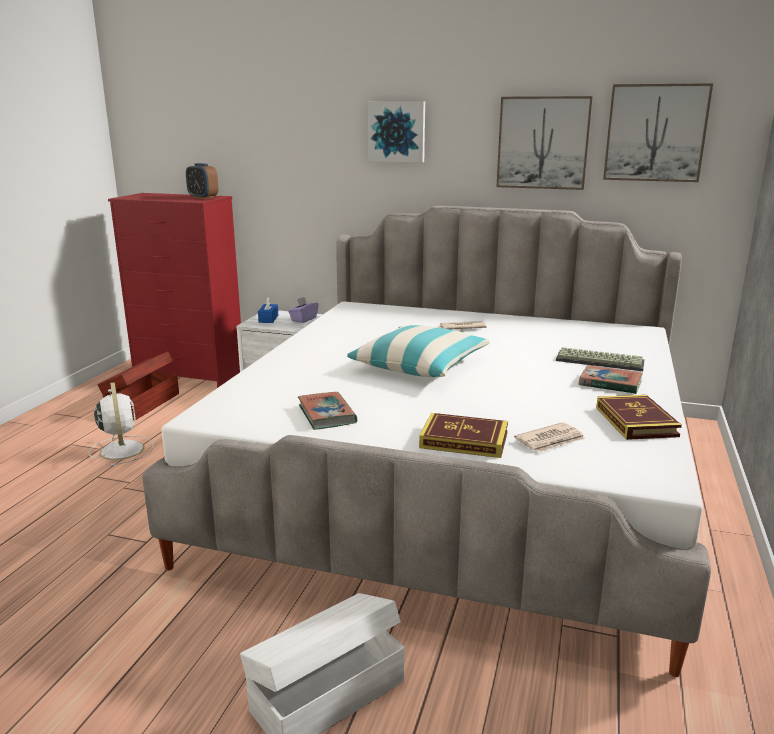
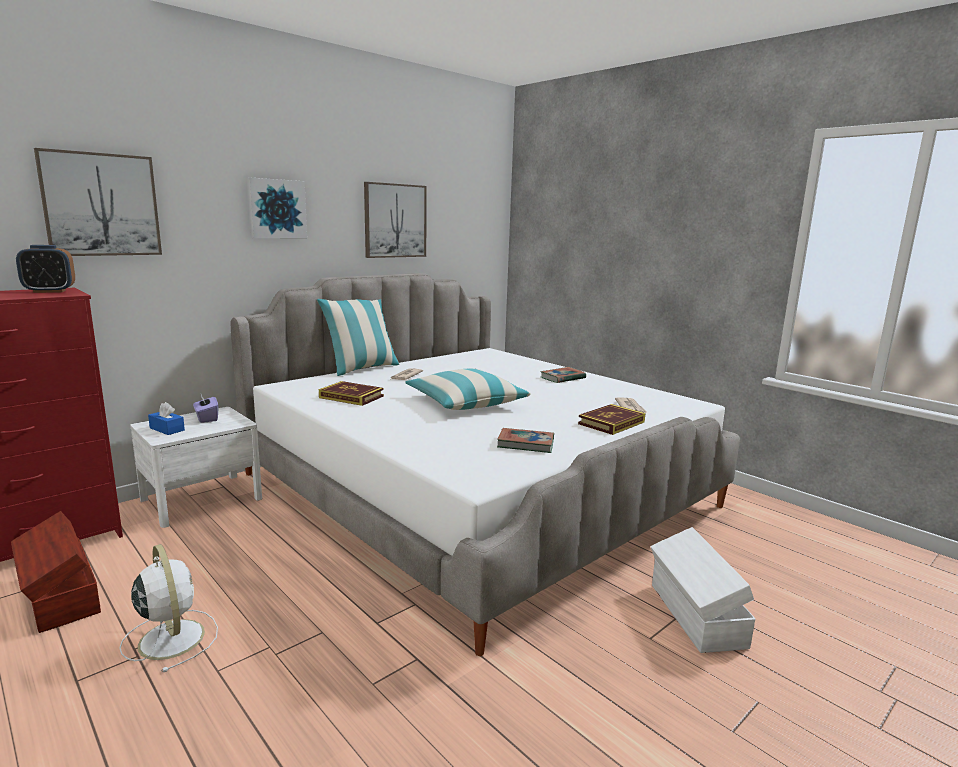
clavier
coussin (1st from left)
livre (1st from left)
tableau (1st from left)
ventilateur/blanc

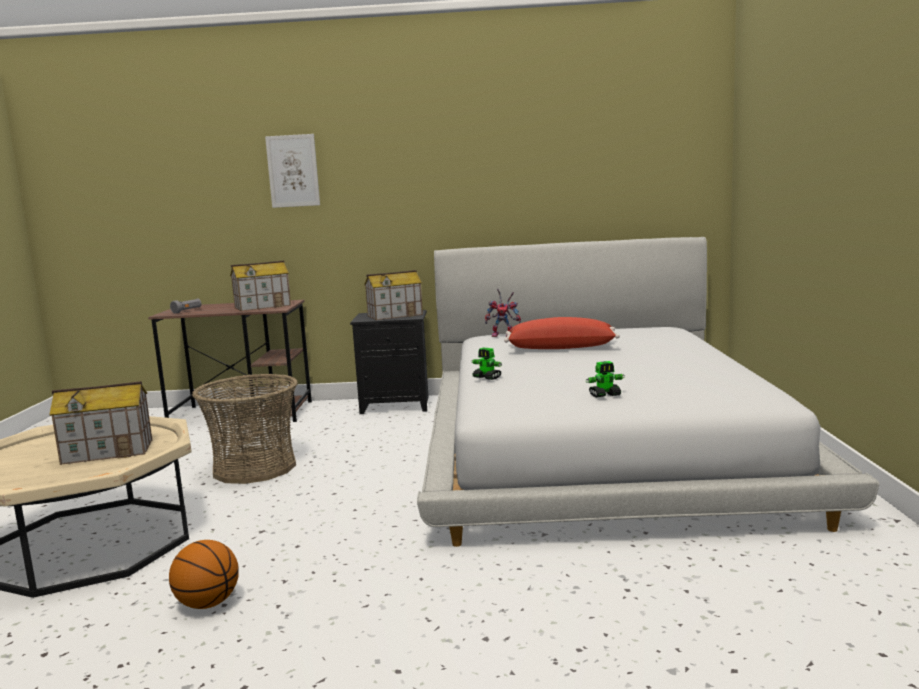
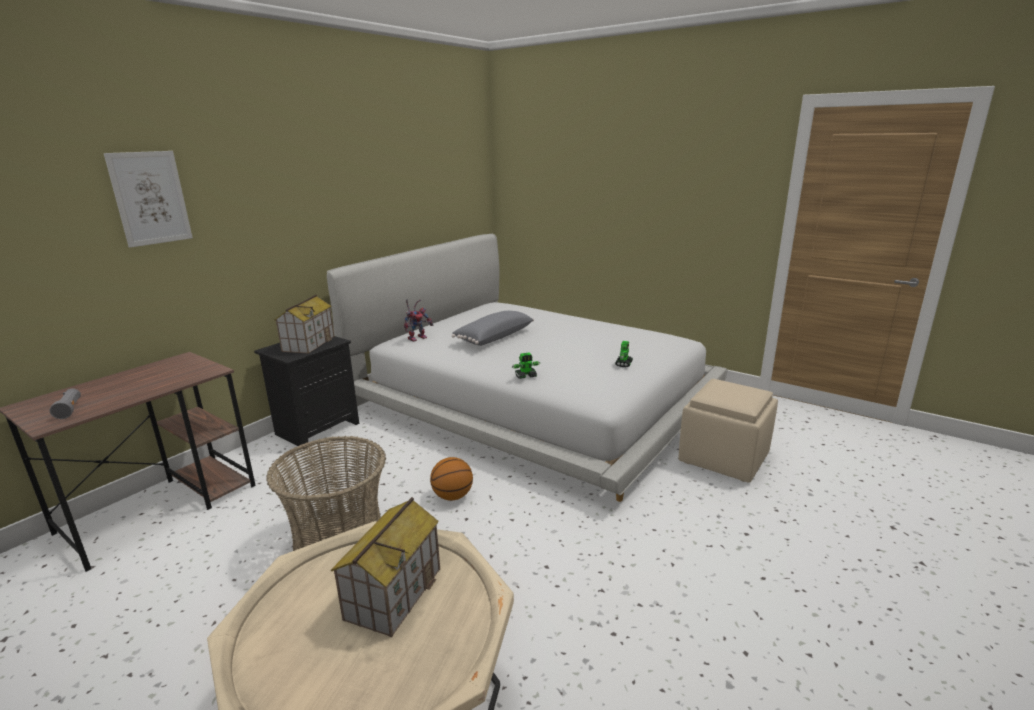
maison miniature (2nd from left in the first image)
pouf/beige
ballon de basket
coussin/gris

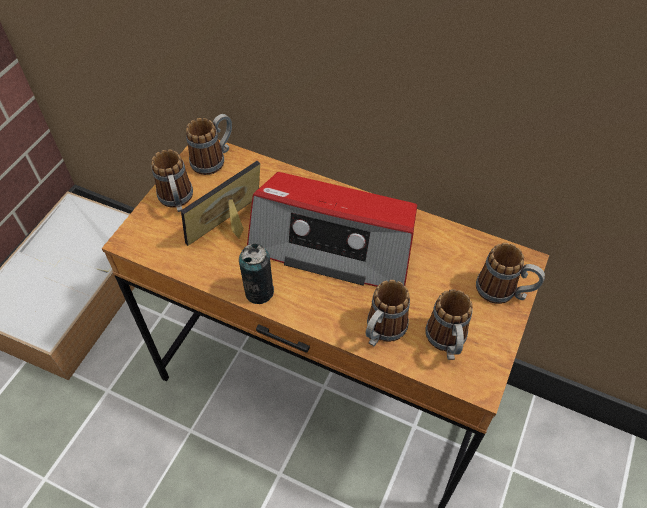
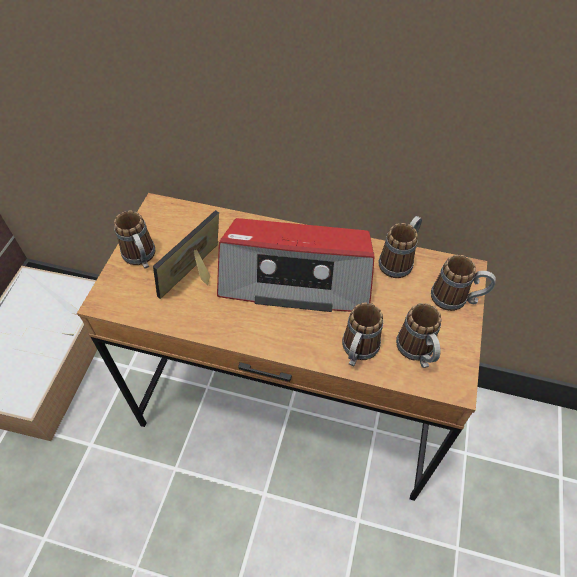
boîte métallique
mug (3rd from left)

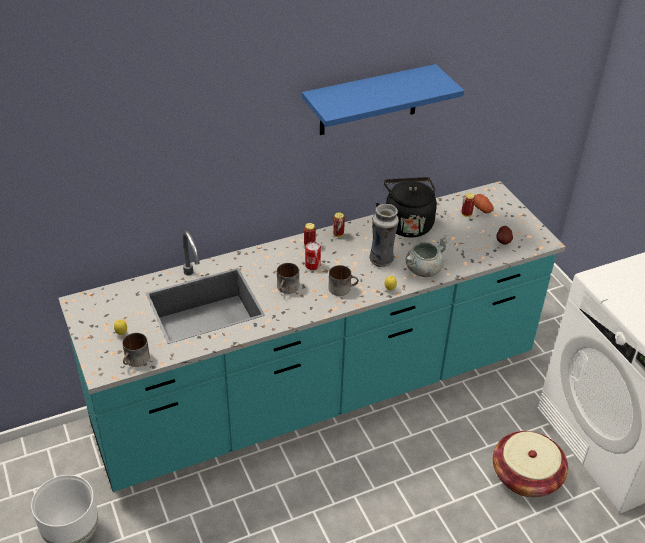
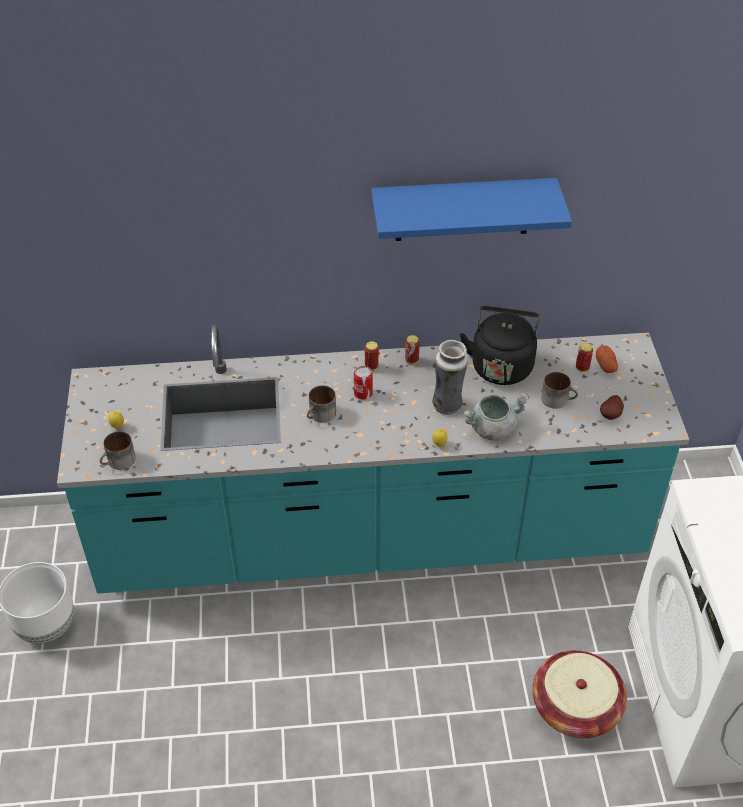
mug (3rd from left)

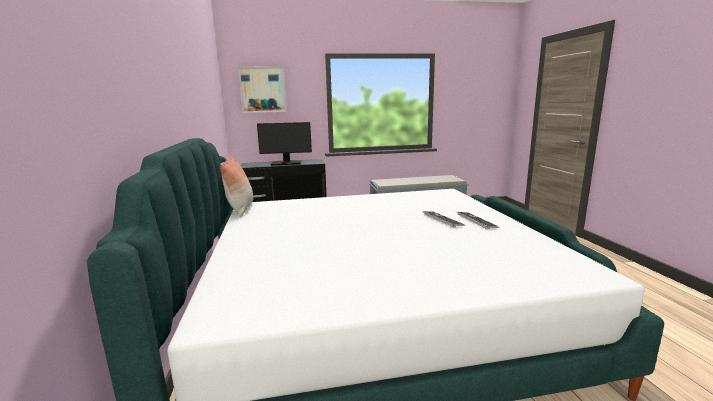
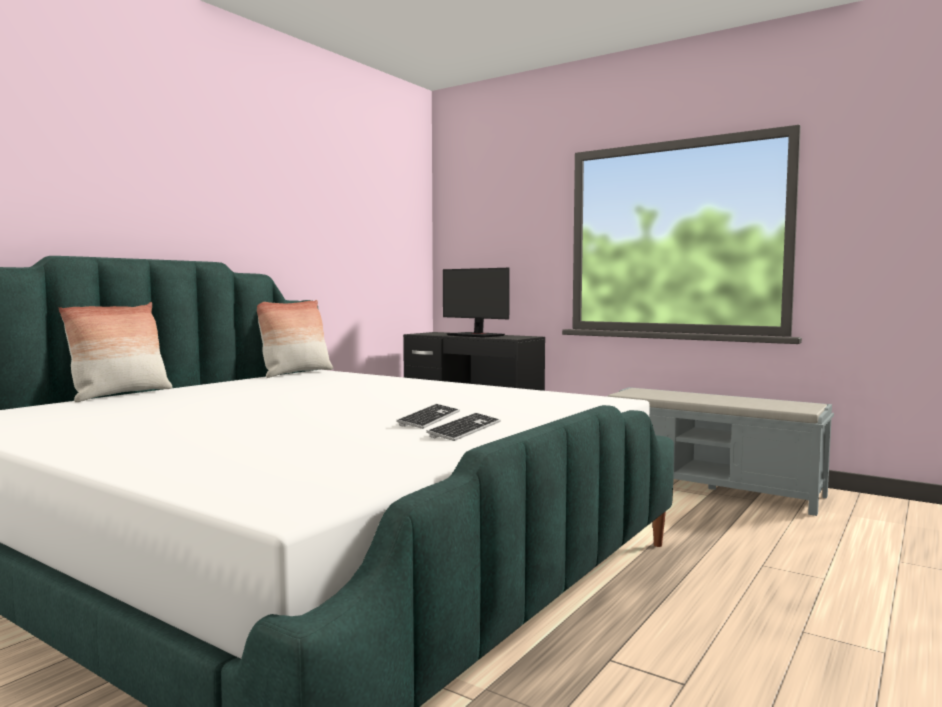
tableau
coussin (1st from left)

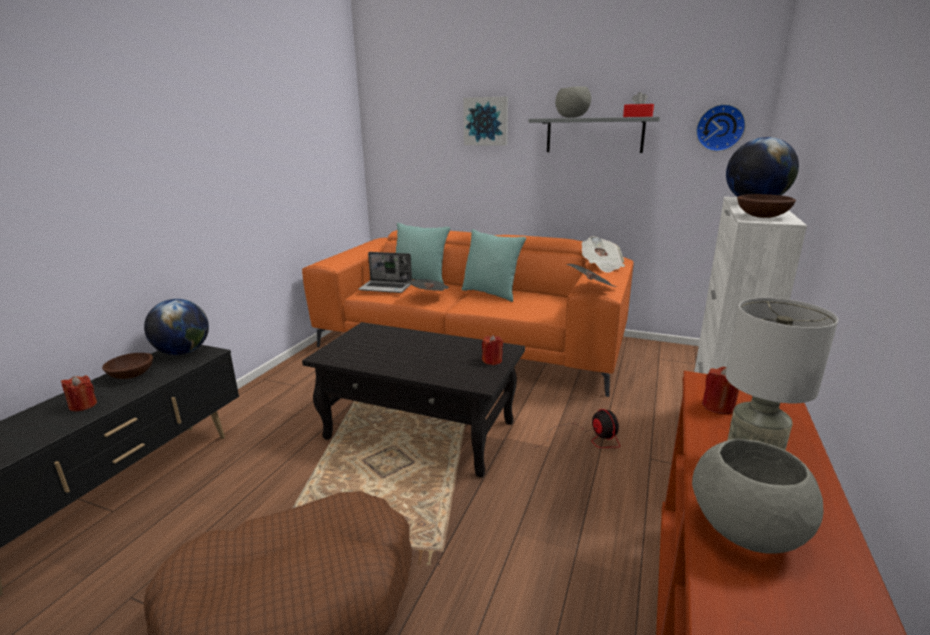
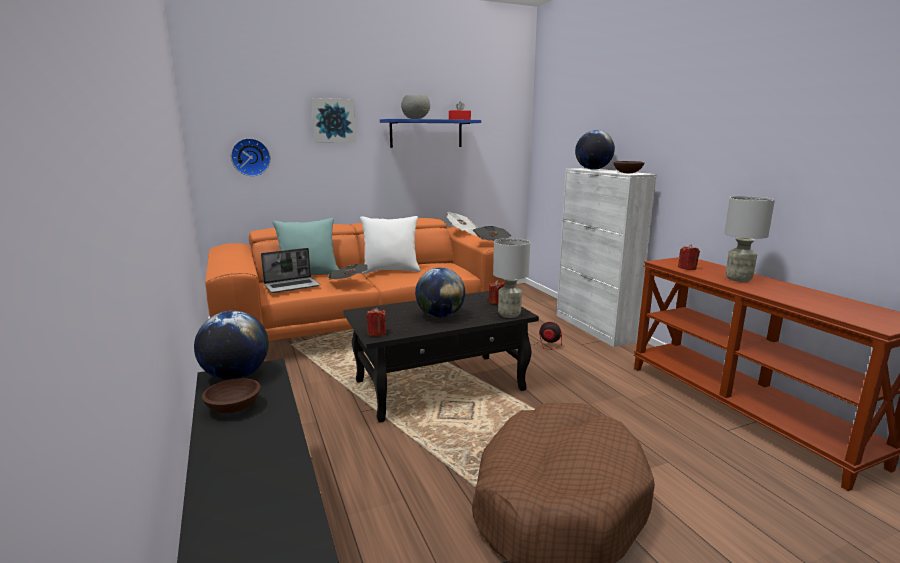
bol/gris (2nd from left in the first image)
globe (2nd from left)
lampe de table/gris (1st from left)
bougie/rouge (1st from left)
horloge murale
coussin/blanc
étagère/bleu

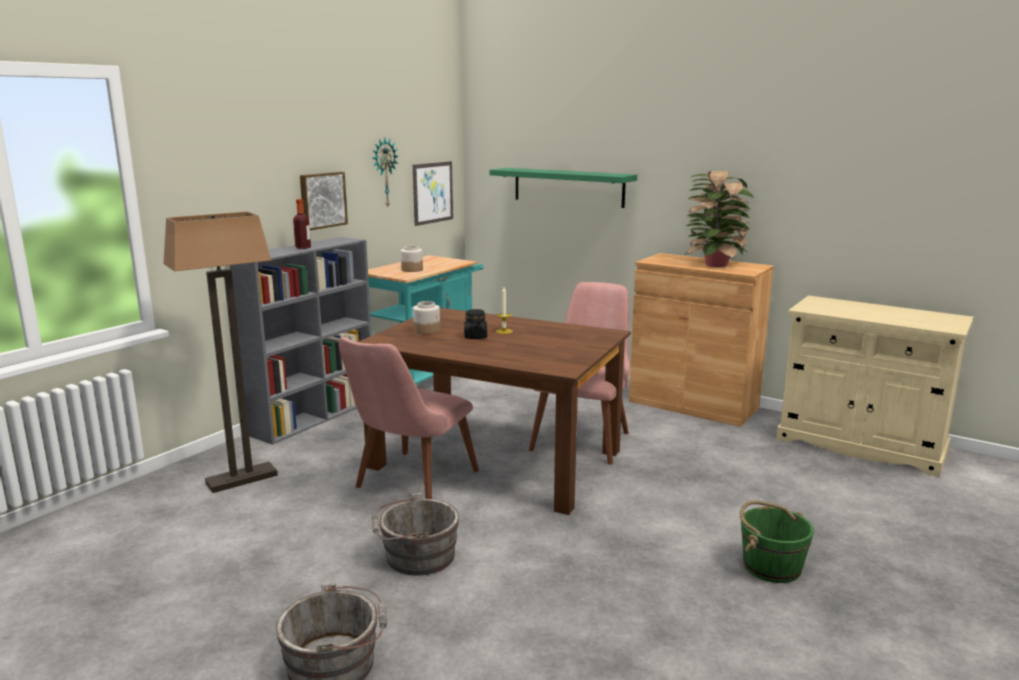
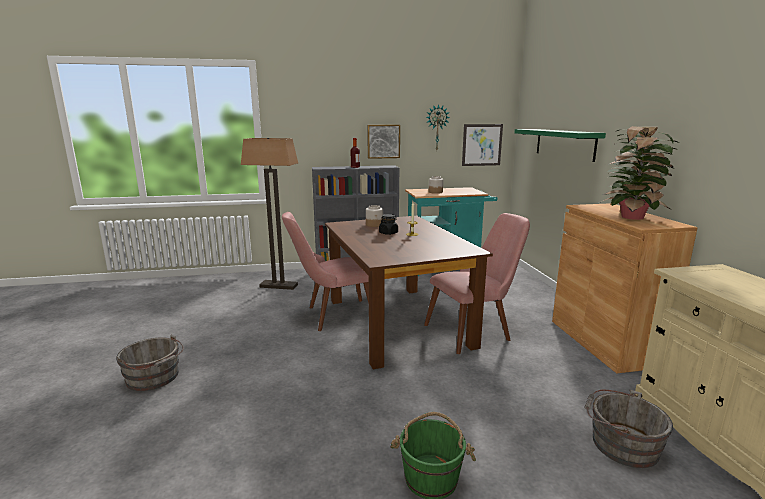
seau/gris (2nd from left)

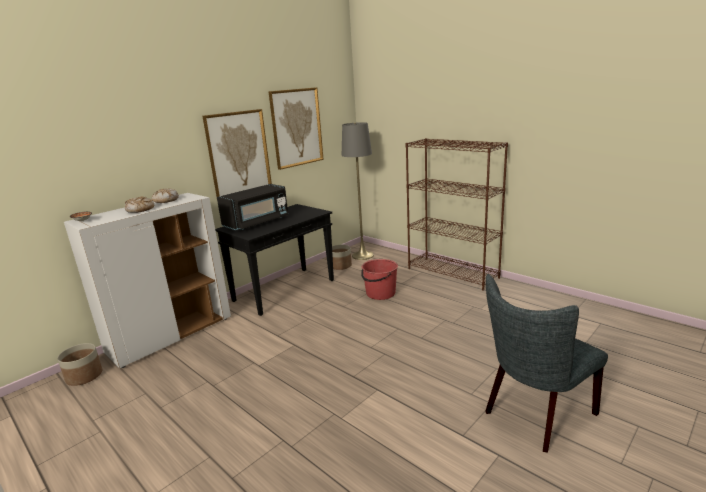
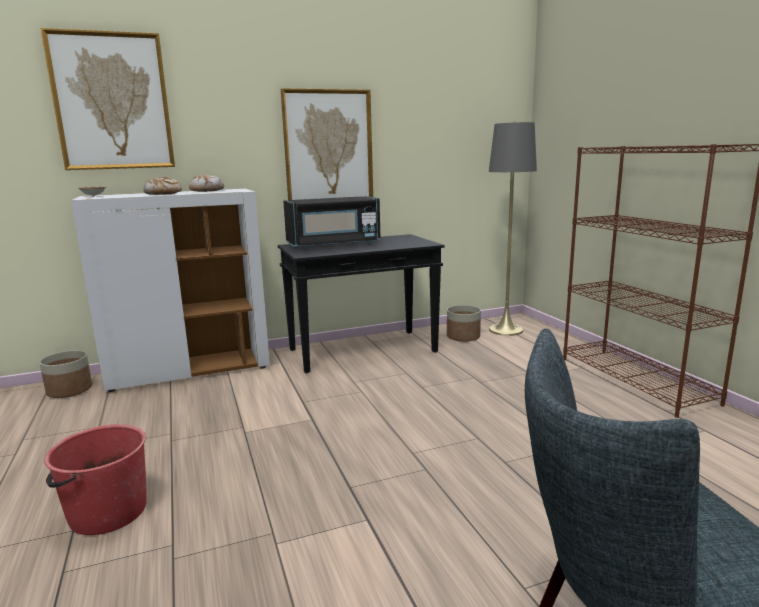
tableau (1st from left)
seau/rouge

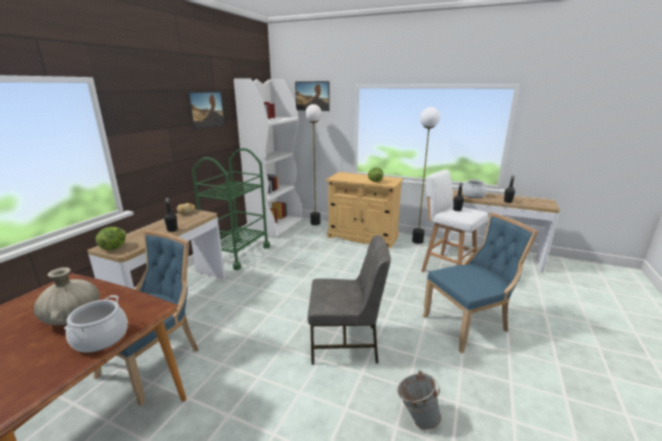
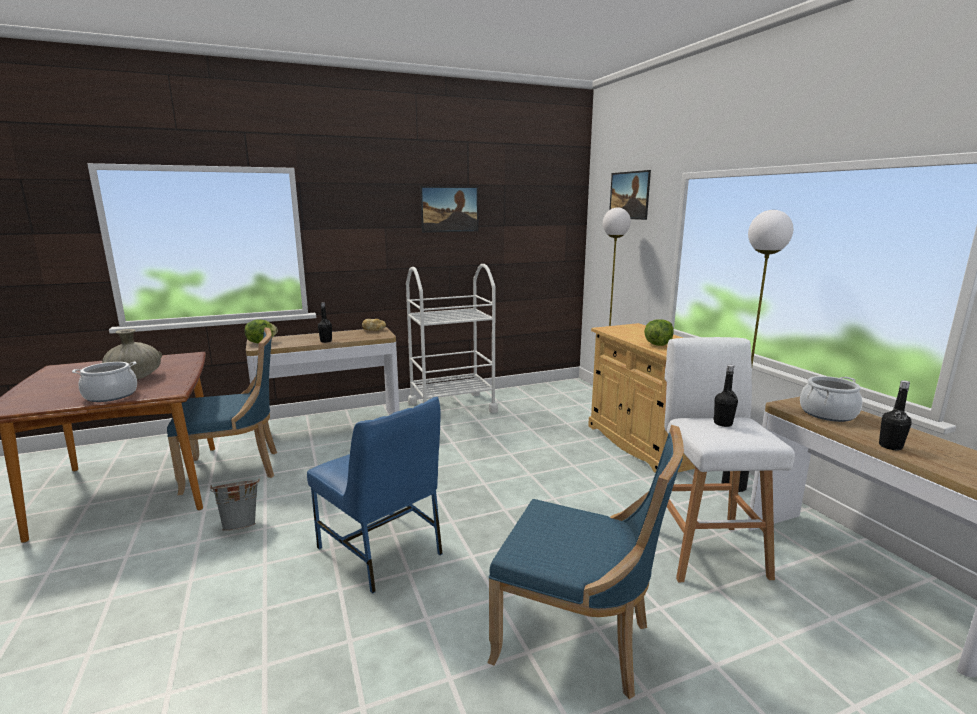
bibliothèque/blanc
seau/gris
chariot/blanc
chaise/bleu (2nd from left)

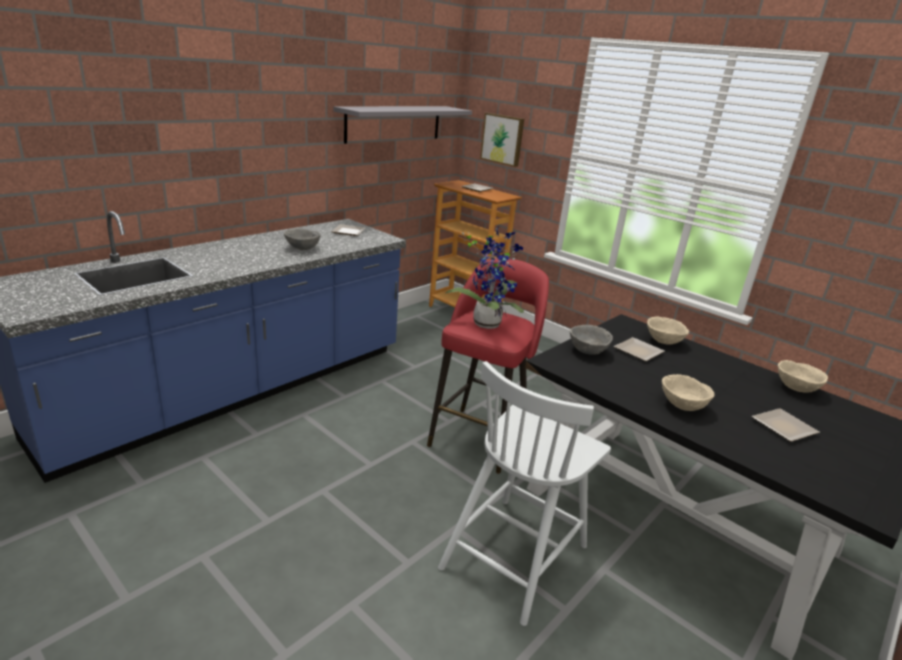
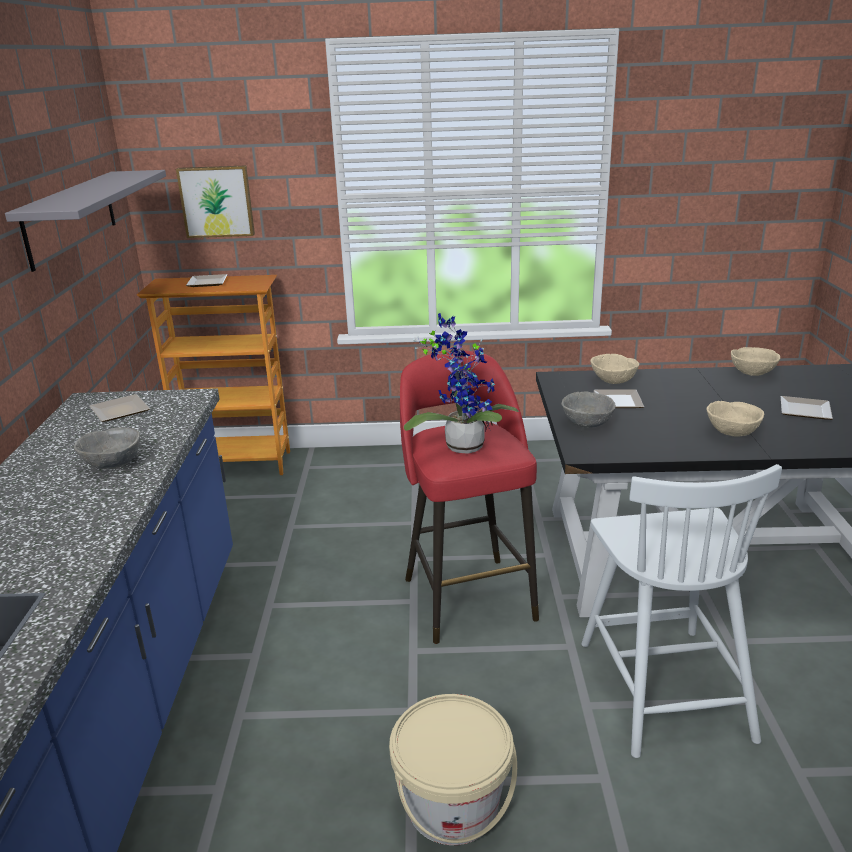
seau/beige

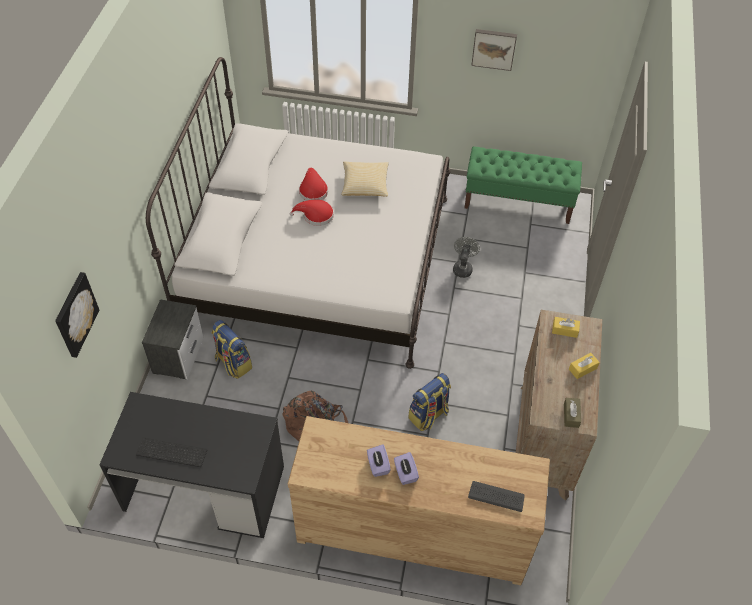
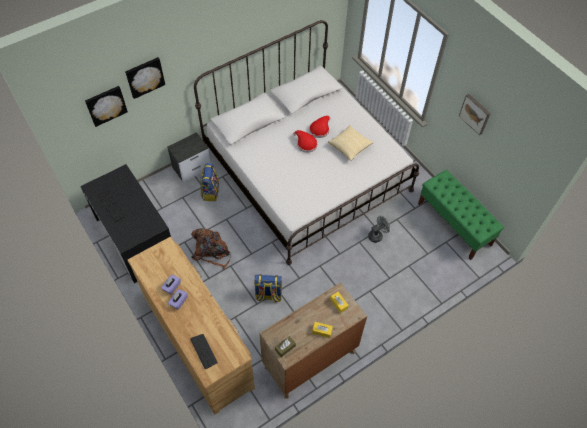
tableau (2nd from left)

